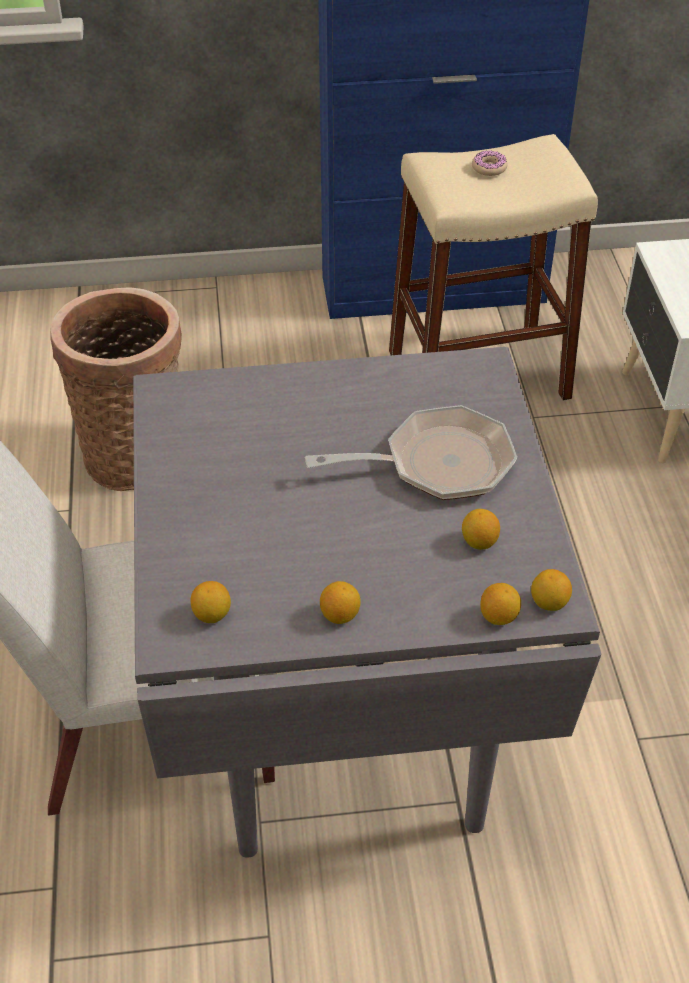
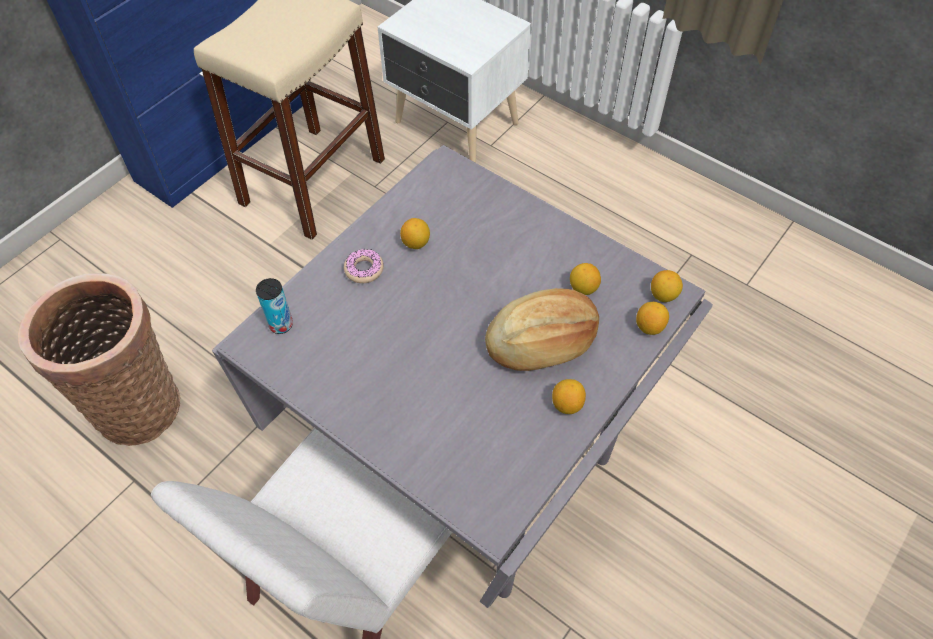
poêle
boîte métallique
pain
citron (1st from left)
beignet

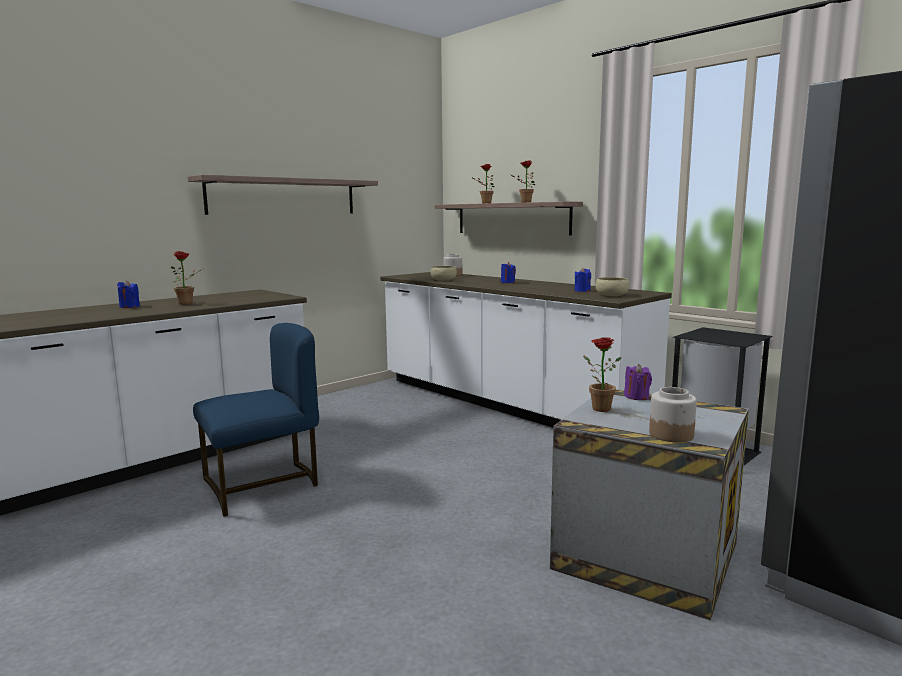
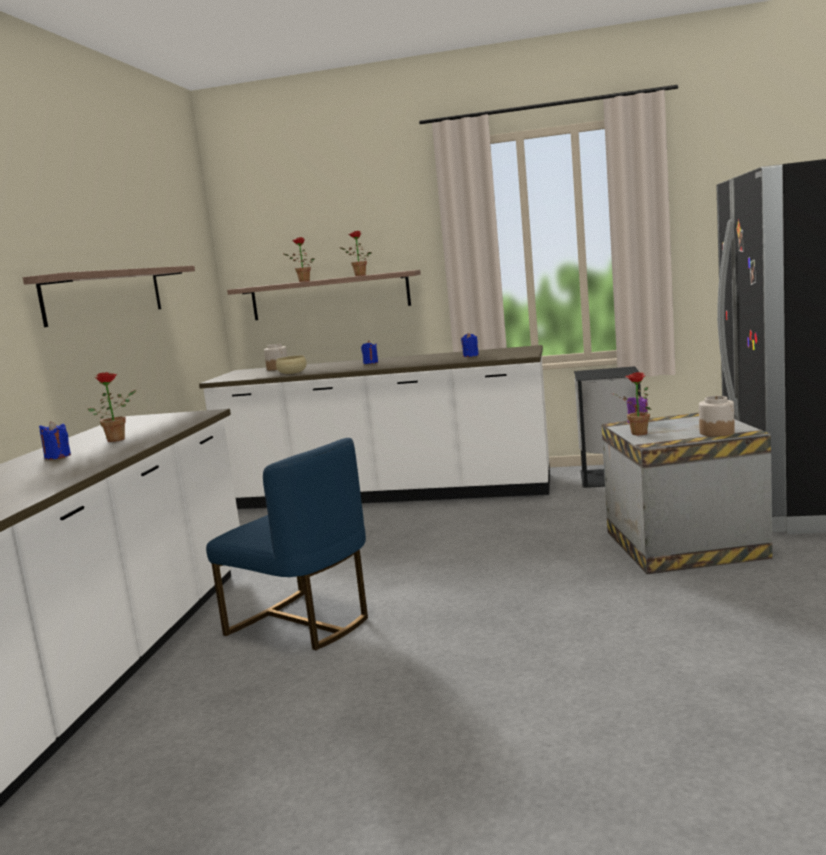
bol/beige (2nd from left in the first image)
chaise/bleu

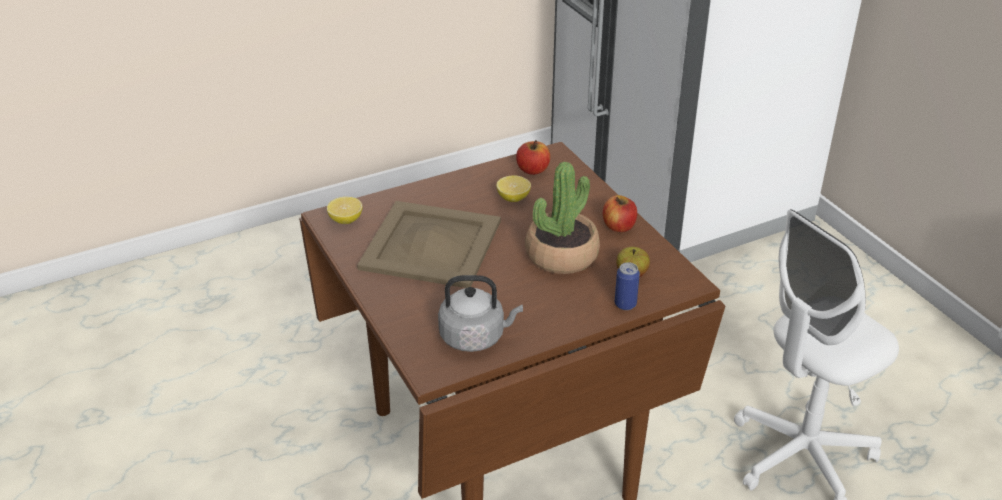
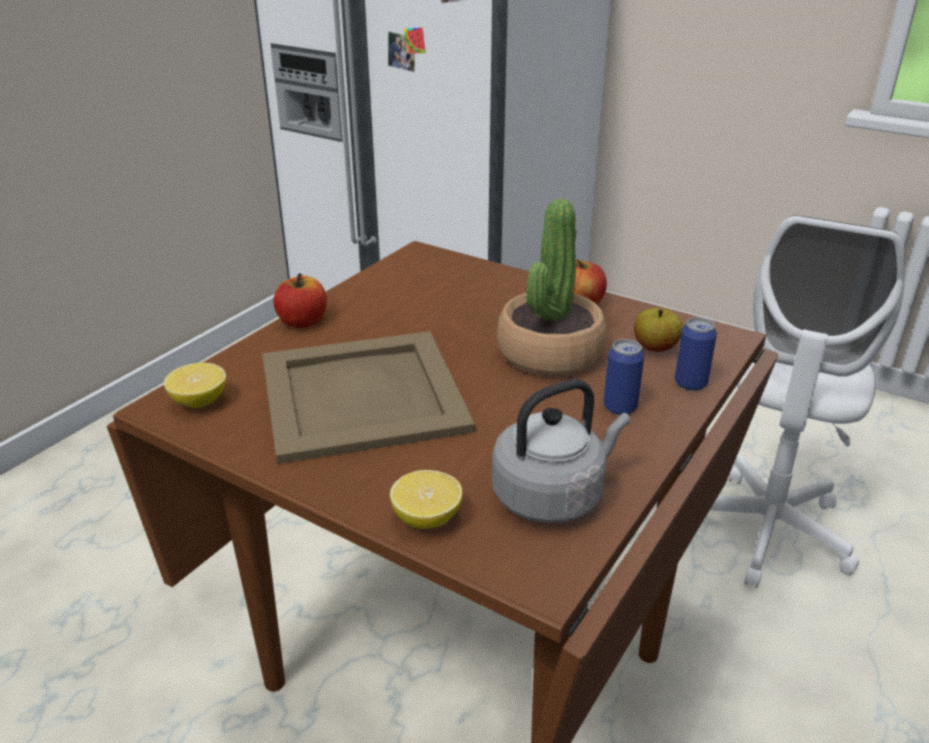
boîte métallique (1st from left)
citron (2nd from left)
pomme (1st from left)

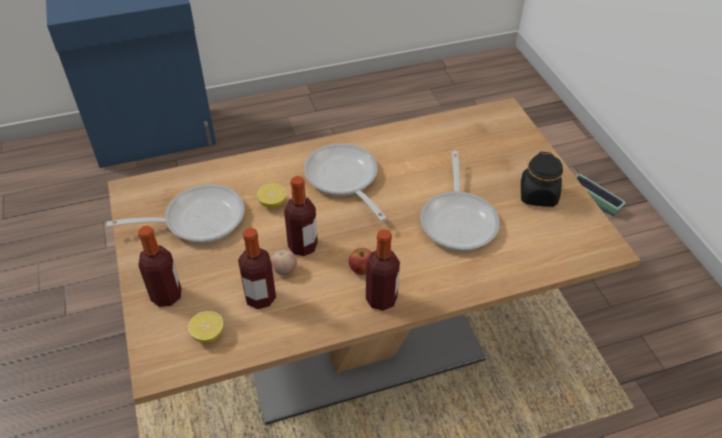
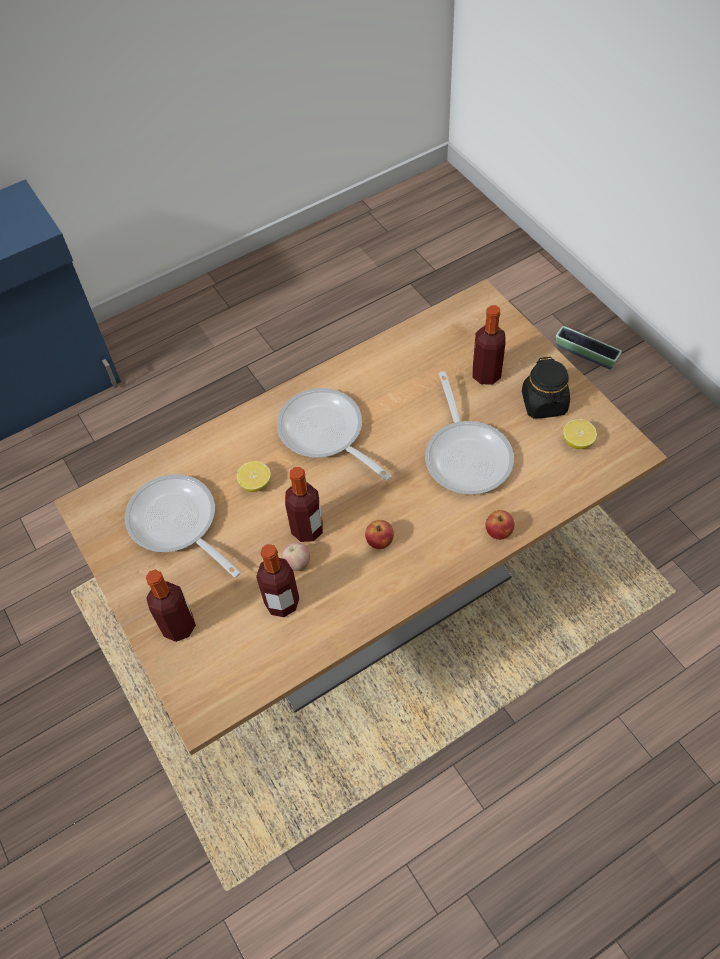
pomme (3rd from left)
citron (2nd from left)
bouteille (4th from left)
poêle (1st from left)

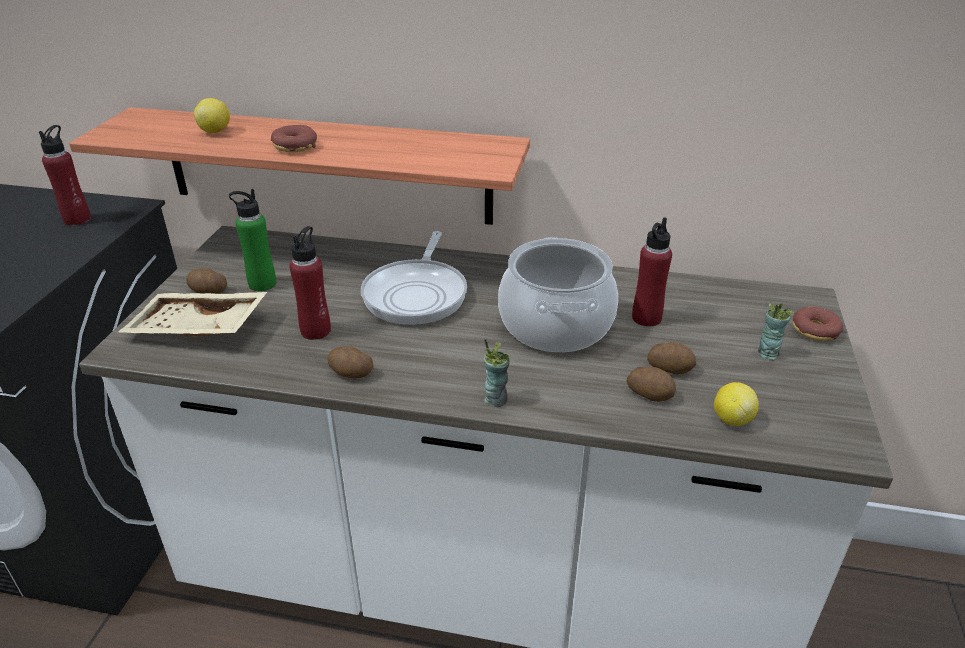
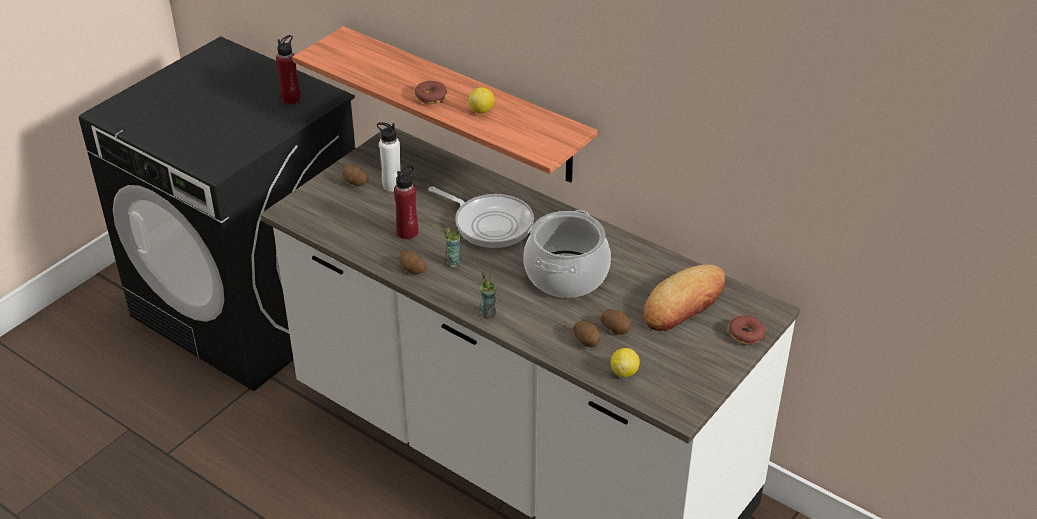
plateau/beige
bouteille/rouge (3rd from left in the first image)
pain
citron (1st from left)
tasse (1st from left)
bouteille/blanc
poêle

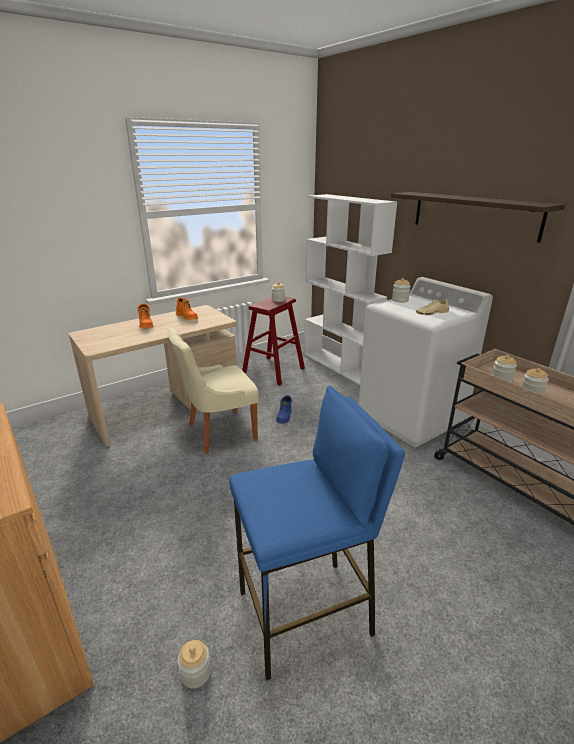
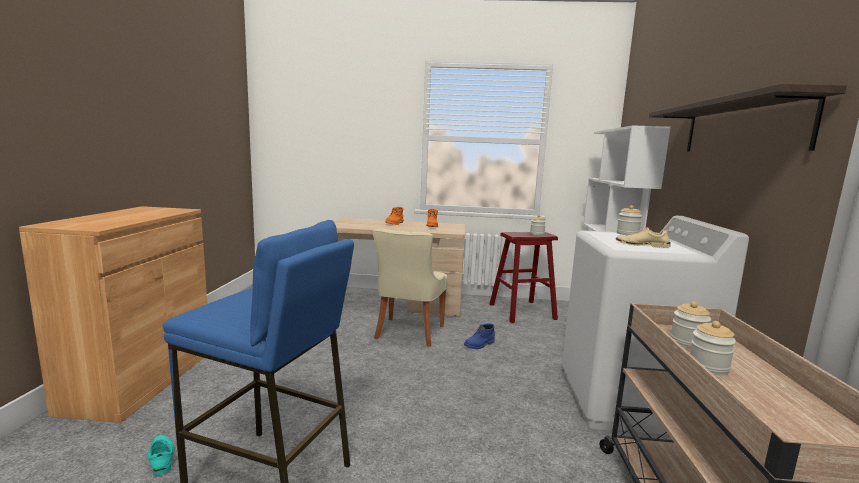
chaussure/turquoise
chaise/beige

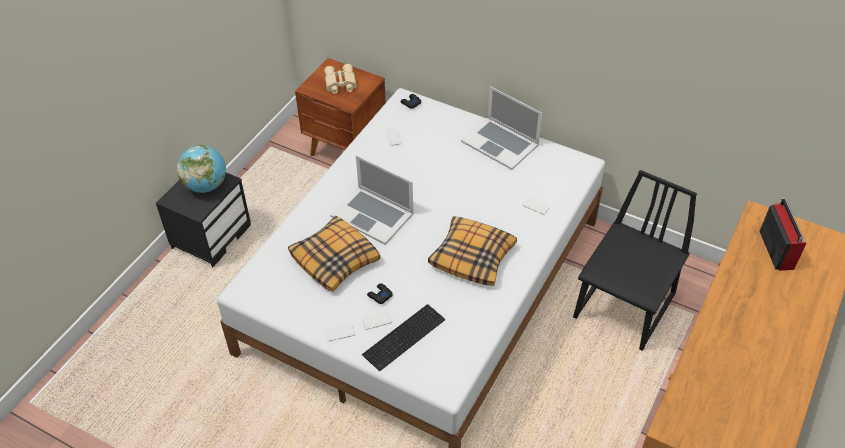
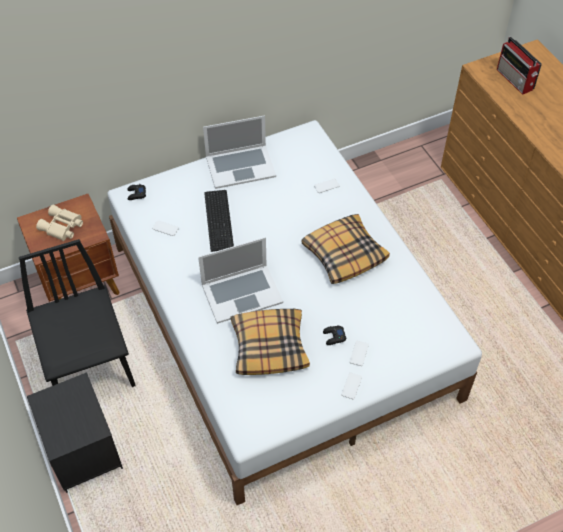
globe
clavier
chaise/noir
radio

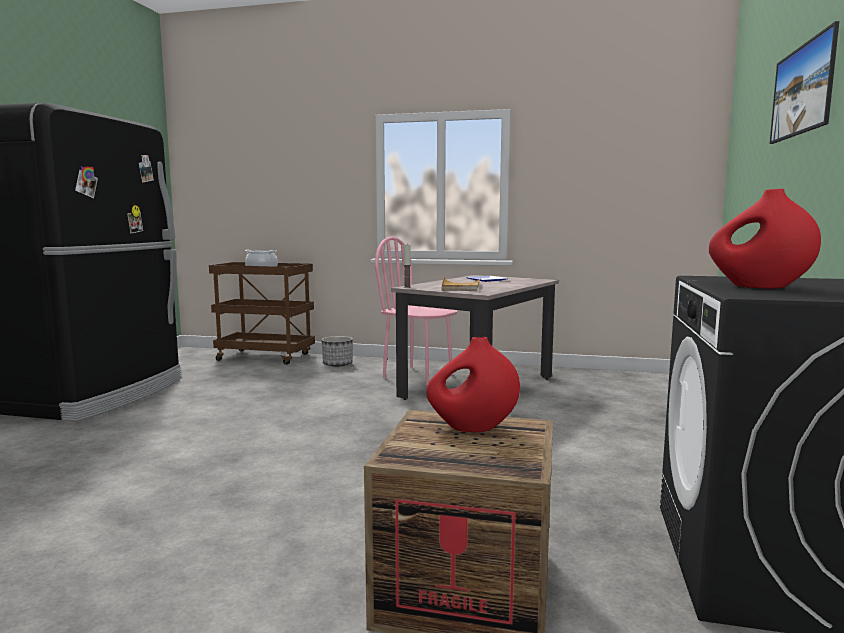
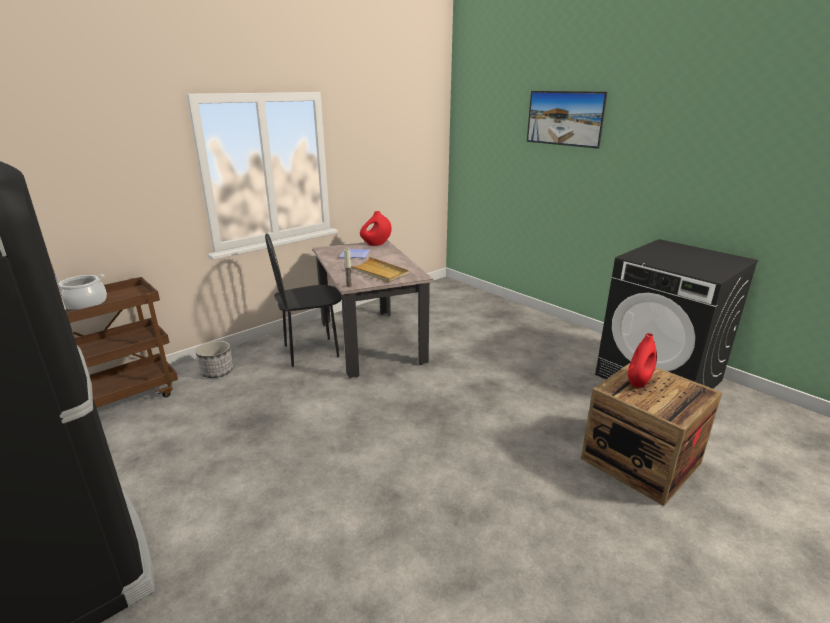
vase/rouge (1st from left)
chaise/noir

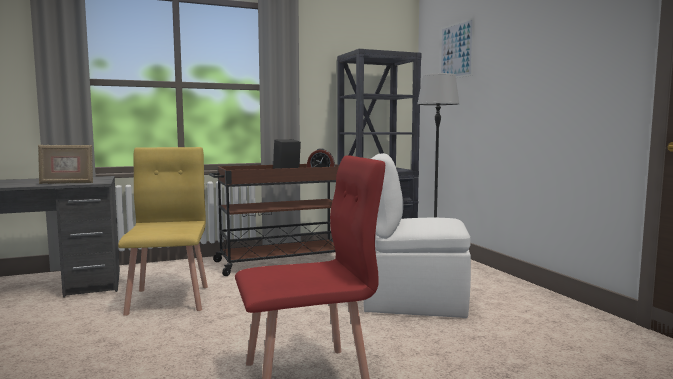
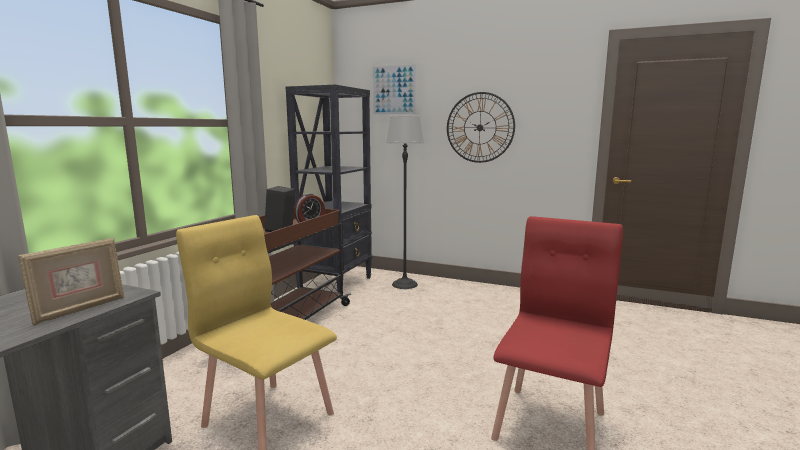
chaise/blanc
horloge murale

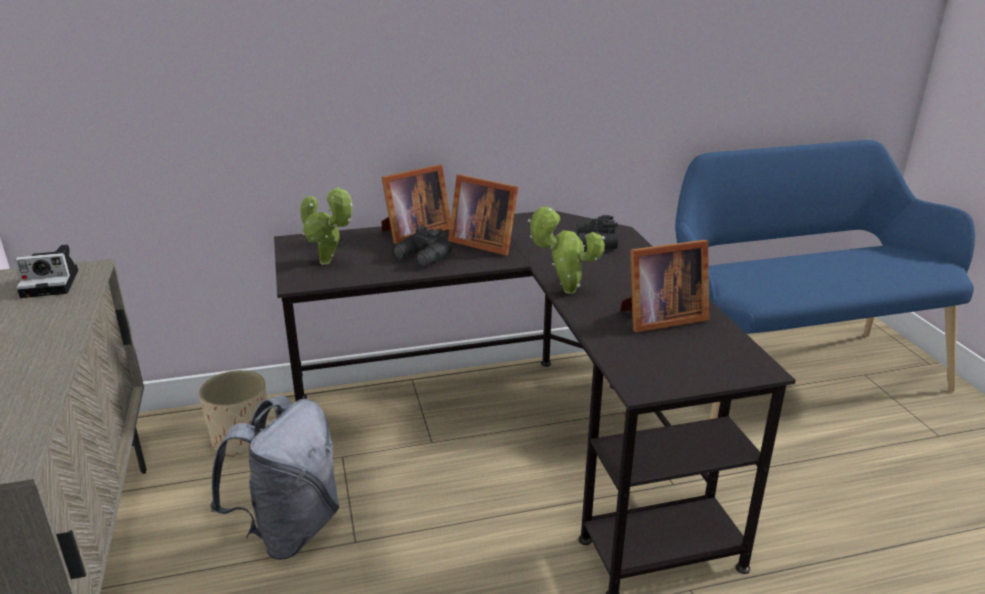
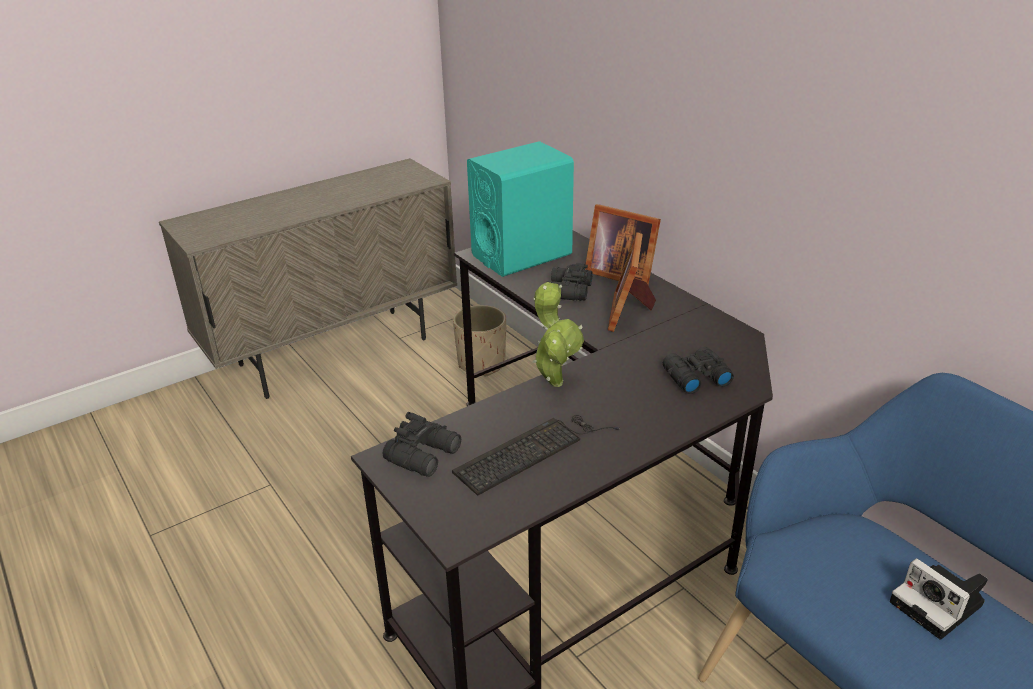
sac à dos/gris
jumelles/noir (1st from left)
appareil photo
enceinte/turquoise
clavier

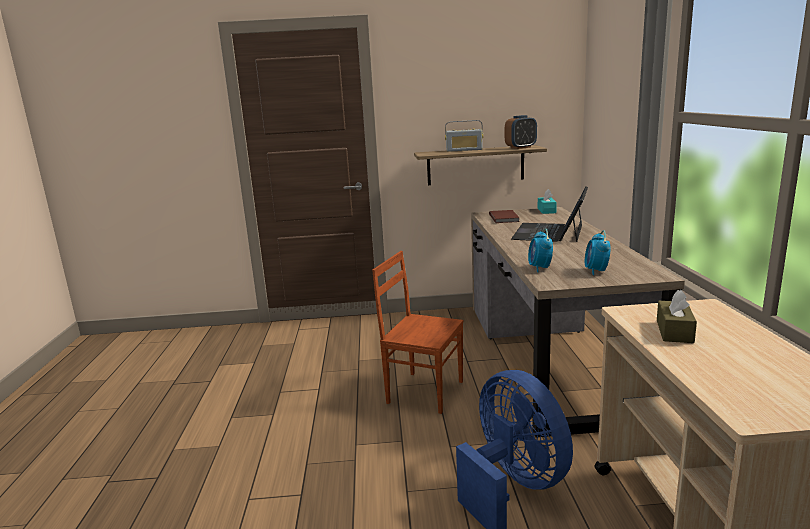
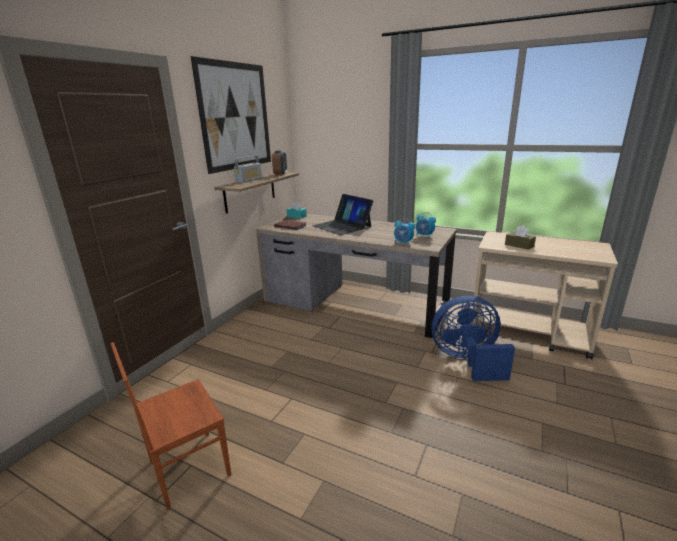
tableau
chaise/marron

